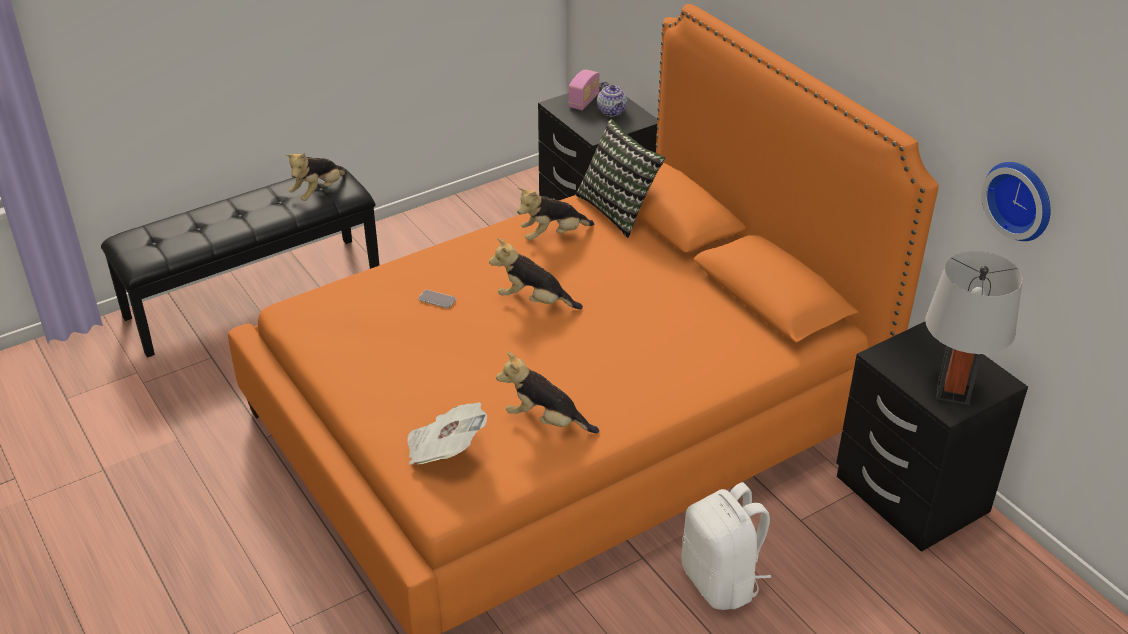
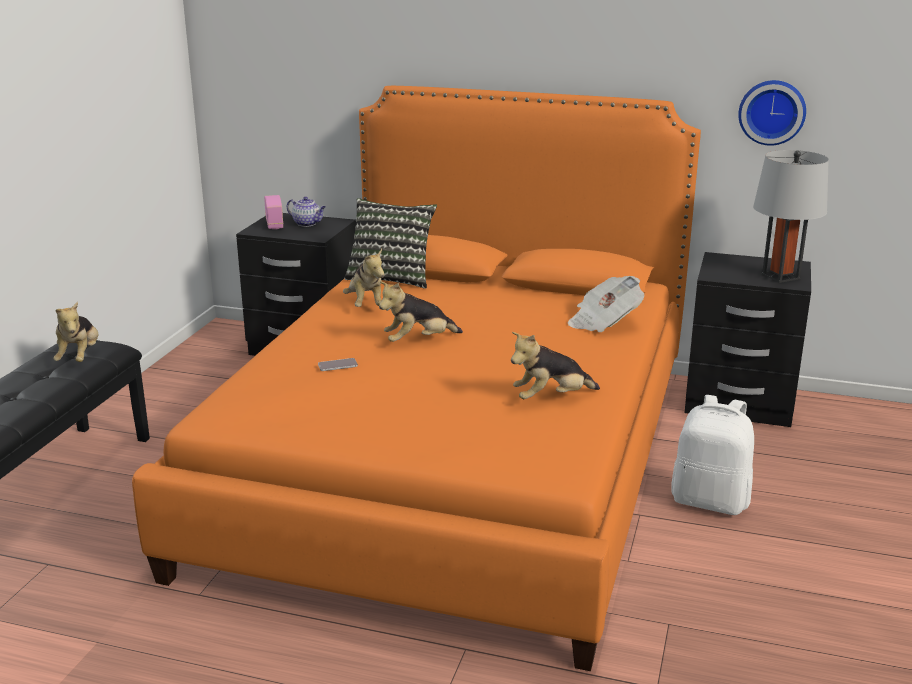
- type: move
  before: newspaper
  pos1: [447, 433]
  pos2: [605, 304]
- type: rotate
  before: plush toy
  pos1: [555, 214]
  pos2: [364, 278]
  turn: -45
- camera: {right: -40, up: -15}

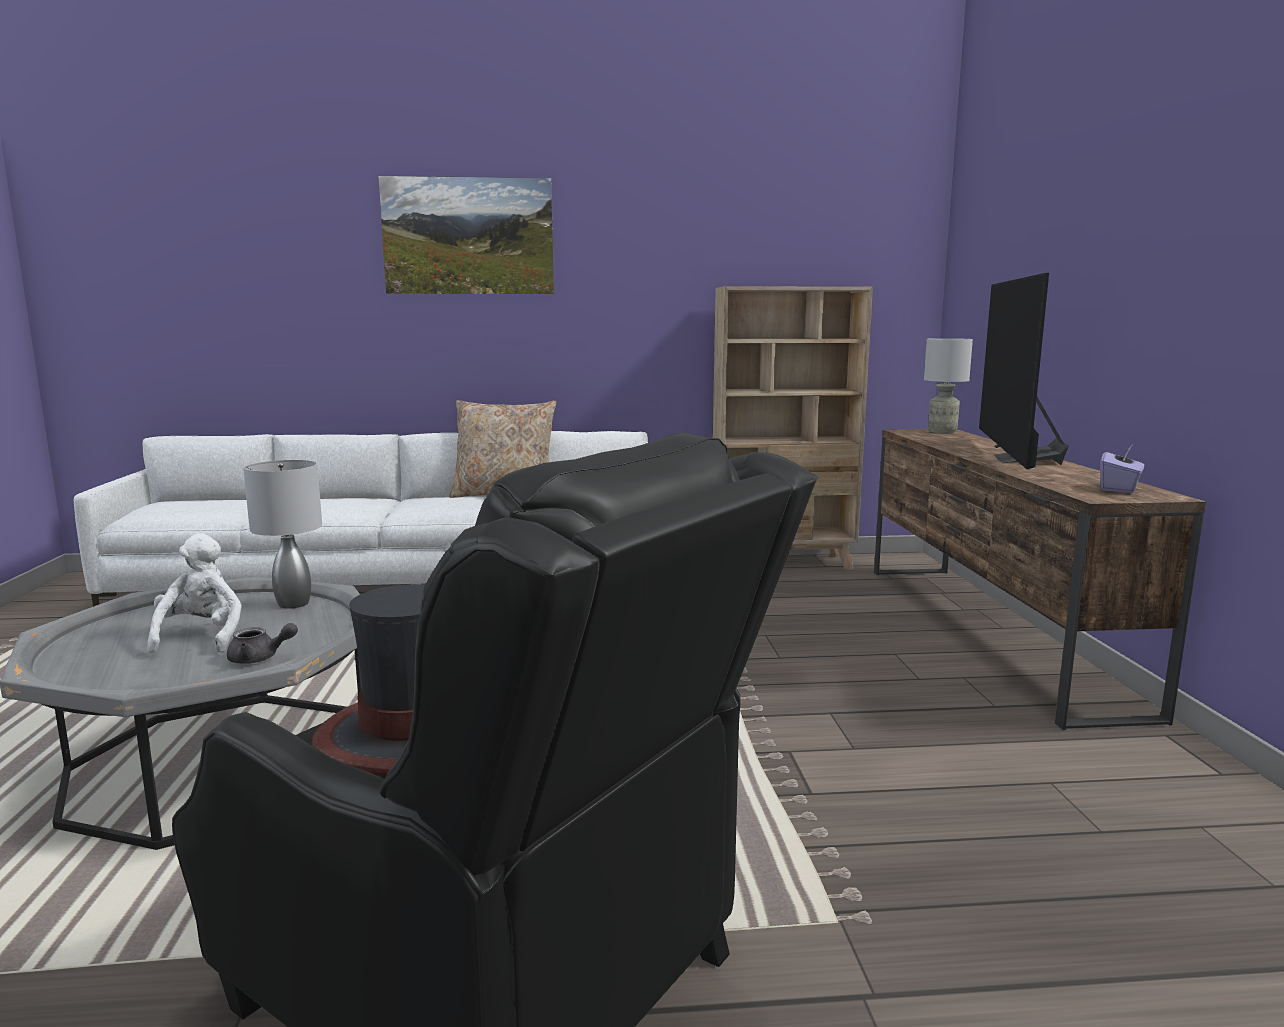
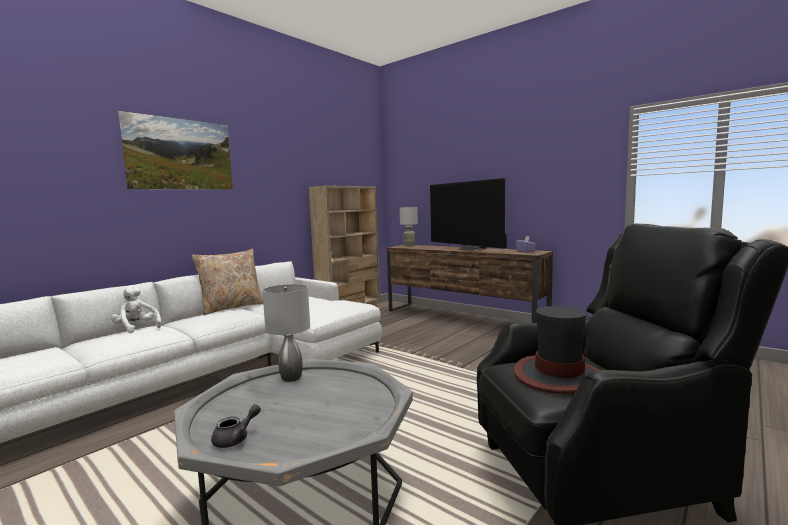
- type: move
  before: plush toy in white
  pos1: [194, 593]
  pos2: [136, 309]
- type: move
  before: teapot in grey
  pos1: [262, 643]
  pos2: [236, 426]
- camera: {right: -45, up: -5}

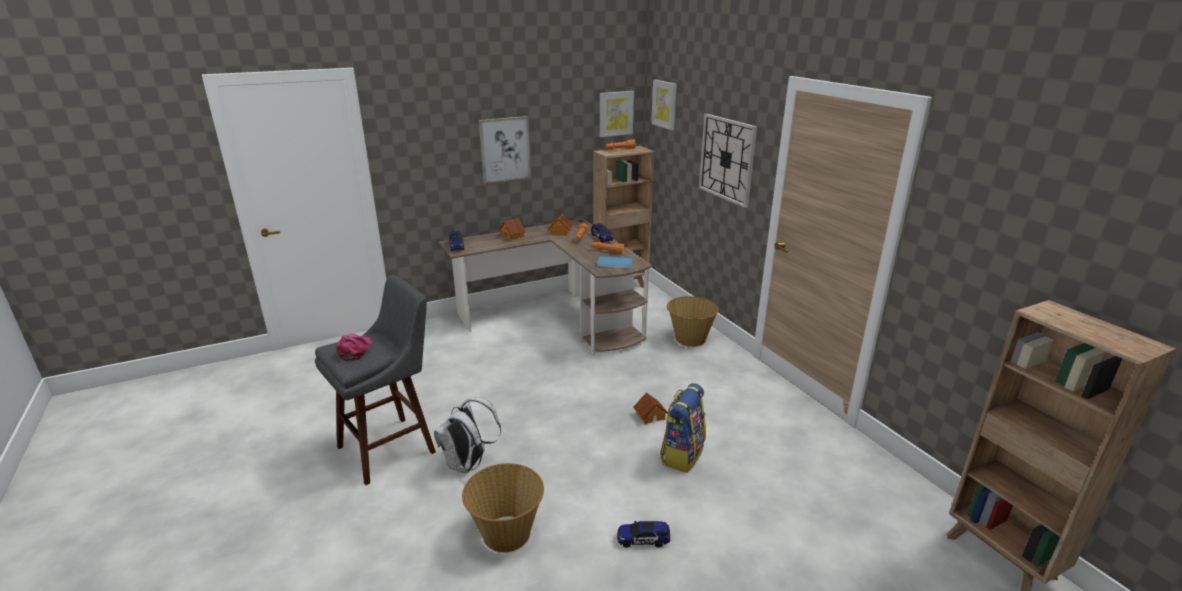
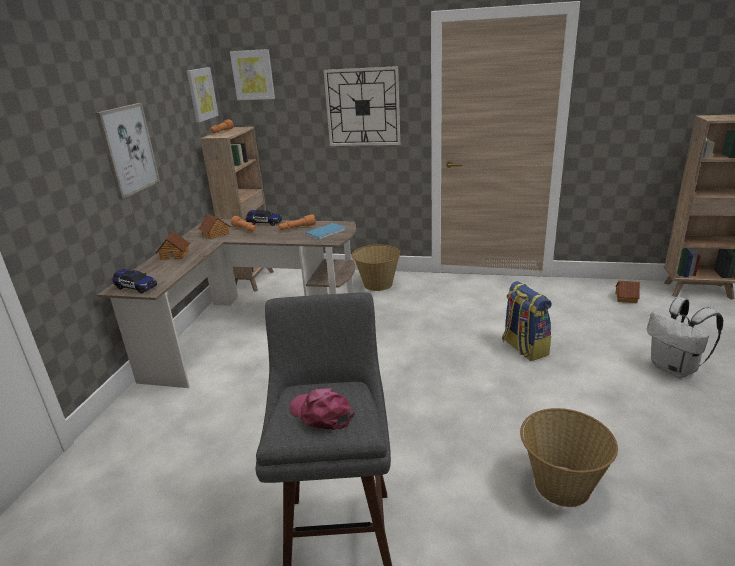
- type: move
  before: backpack in white
  pos1: [467, 435]
  pos2: [685, 337]
- type: delete
  before: toy car
  pos1: [643, 534]
- type: move
  before: toy house
  pos1: [650, 408]
  pos2: [627, 291]
- camera: {right: -50, up: 0}

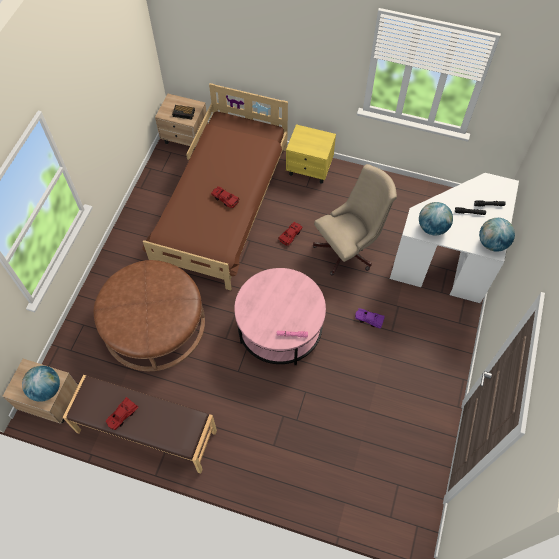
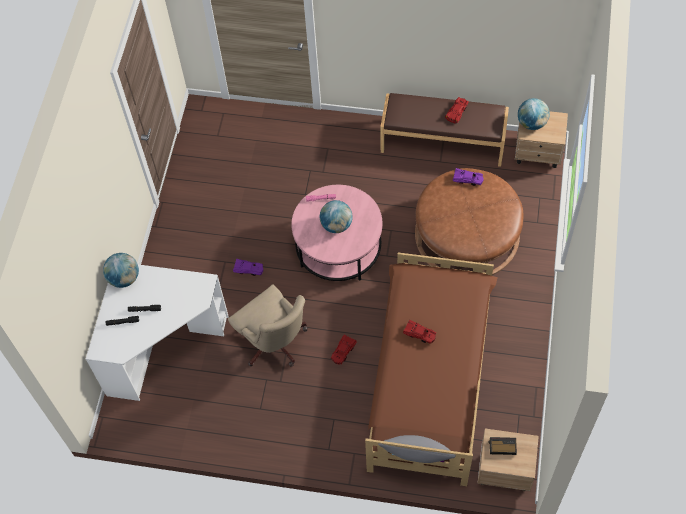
- type: delete
  before: nightstand in yellow
  pos1: [311, 154]
- type: rotate
  before: office chair in beige
  pos1: [355, 219]
  pos2: [268, 325]
  turn: -90
- type: move
  before: globe
  pos1: [436, 218]
  pos2: [336, 216]
- type: insert
  after: pillow in grey
  pos2: [417, 449]
- type: insert
  after: toy car in purple
  pos2: [468, 177]
- camera: {right: 175, up: 0}

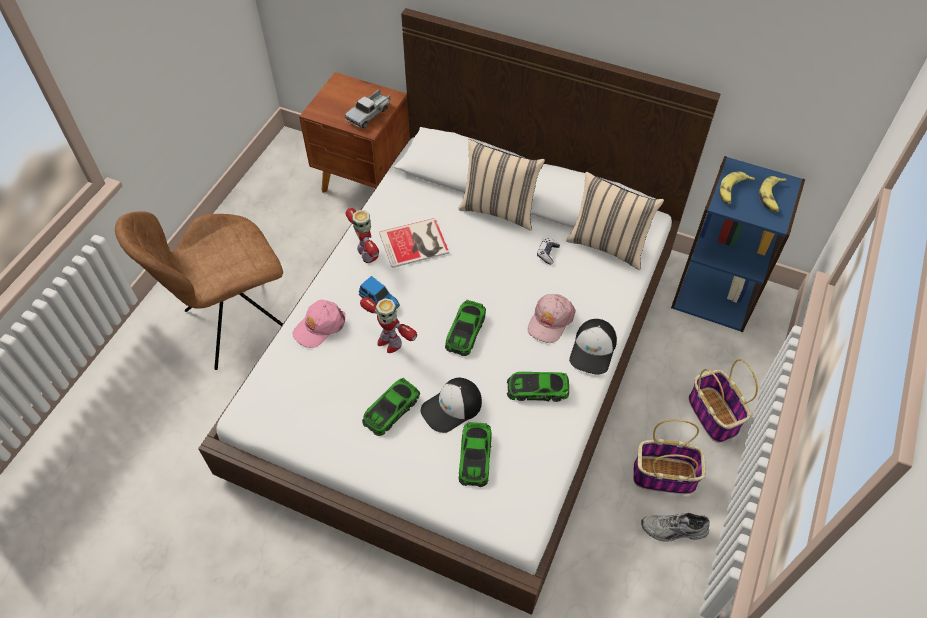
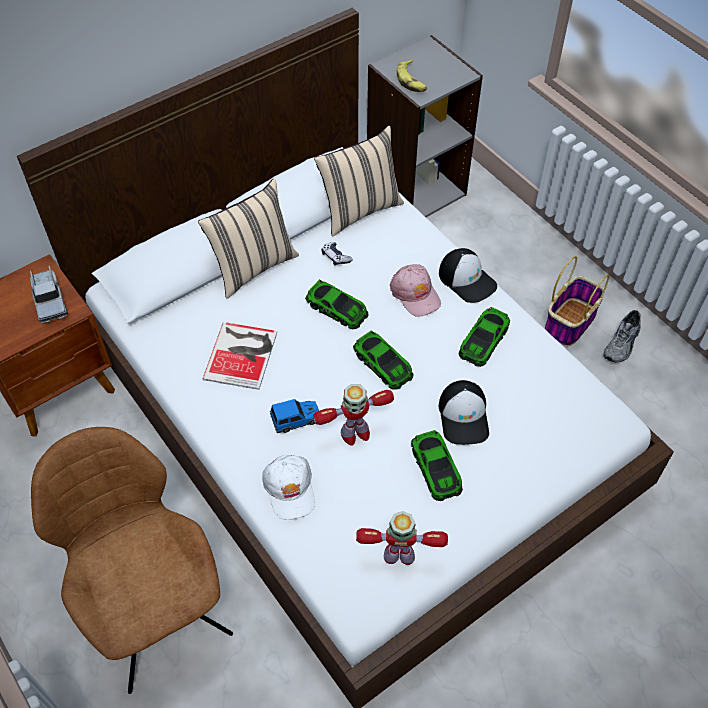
- type: rotate
  before: chair in brown
  pos1: [199, 290]
  pos2: [132, 560]
  turn: 150
- type: recolor
  before: cap in pink
  after: cap in white
  pos1: [318, 324]
  pos2: [288, 487]
- type: move
  before: toy robot
  pos1: [362, 235]
  pos2: [402, 538]
- type: move
  before: toy car
  pos1: [475, 454]
  pos2: [337, 304]
- type: recolor
  before: bookcase in blue
  after: bookcase in grey
  pos1: [738, 244]
  pos2: [425, 126]
- type: delete
  before: basket
  pos1: [723, 401]
- type: delete
  before: banana
  pos1: [773, 194]
- camera: {right: -60, up: 0}

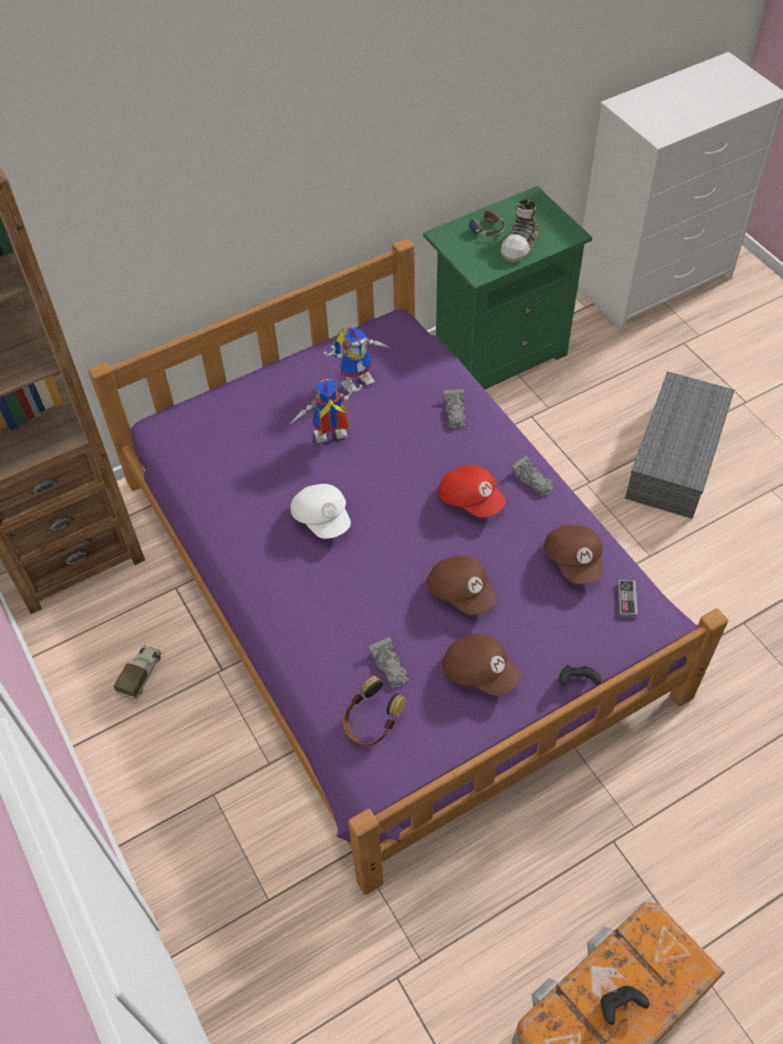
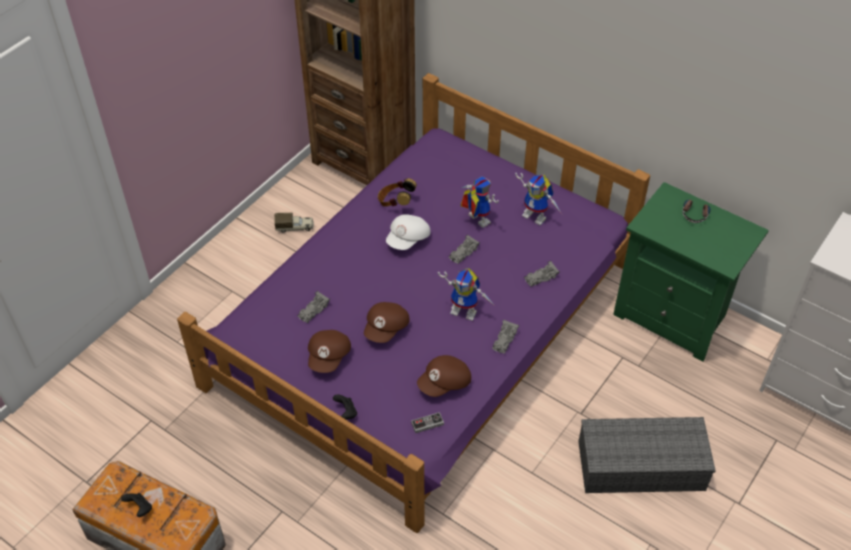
- type: move
  before: headphones
  pos1: [374, 710]
  pos2: [397, 192]
- type: replace
  before: cap in red
  after: toy robot
  pos1: [472, 491]
  pos2: [466, 294]
- type: delete
  before: shoe
  pos1: [519, 231]
- type: insert
  after: toy car in grey
  pos2: [464, 249]
- camera: {right: 65, up: -5}

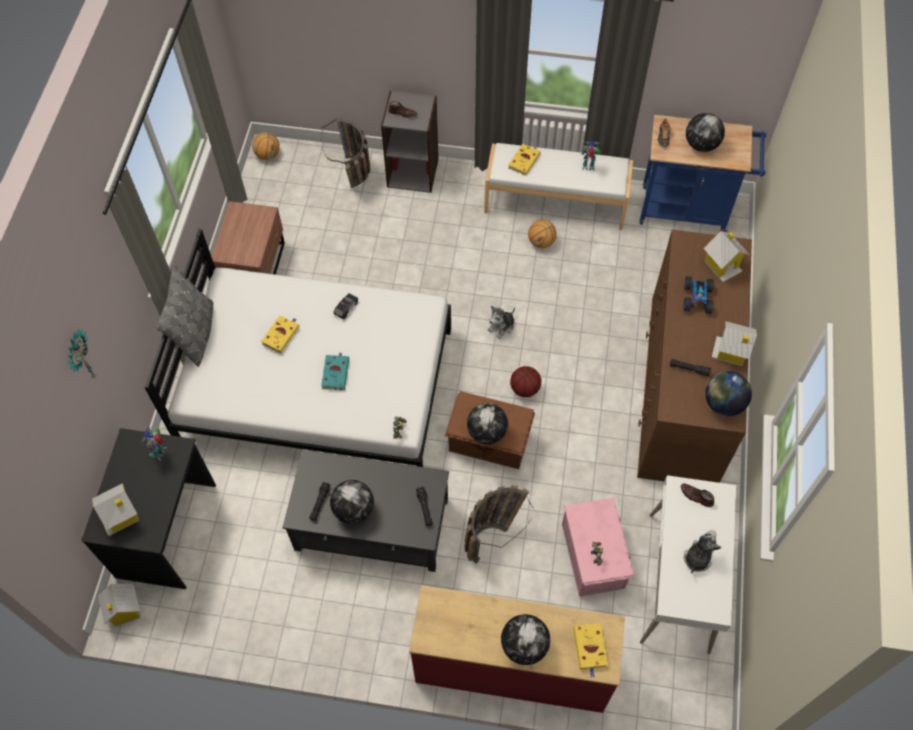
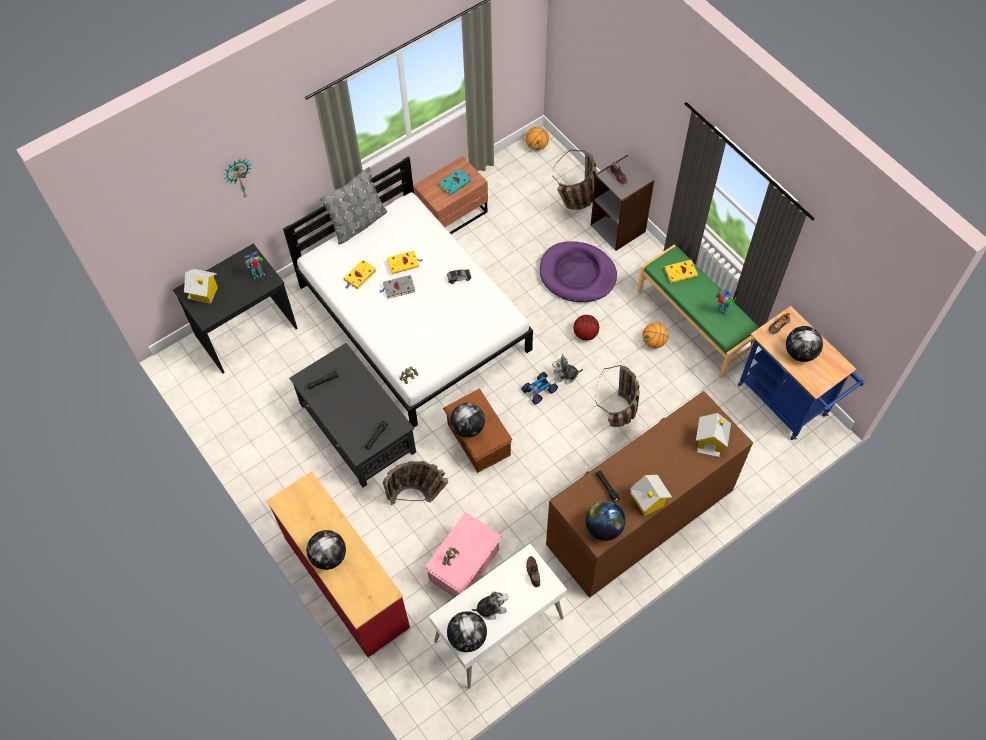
- type: delete
  before: toy house
  pos1: [119, 605]
- type: move
  before: book in turquoise
  pos1: [335, 371]
  pos2: [455, 182]
- type: move
  before: globe
  pos1: [352, 502]
  pos2: [467, 631]
- type: recolor
  before: bench in white
  after: bench in green
  pos1: [558, 186]
  pos2: [698, 311]
- type: move
  before: basketball
  pos1: [525, 381]
  pos2: [586, 328]
- type: move
  before: book in yellow
  pos1: [590, 650]
  pos2: [359, 275]
- type: move
  before: toy car
  pos1: [698, 295]
  pos2: [539, 388]
- type: insert
  after: book in grey
  pos2: [397, 287]
- type: insert
  after: dog bed in purple
  pos2: [578, 271]
- type: insert
  after: basket
  pos2: [617, 396]
- camera: {right: 45, up: 0}

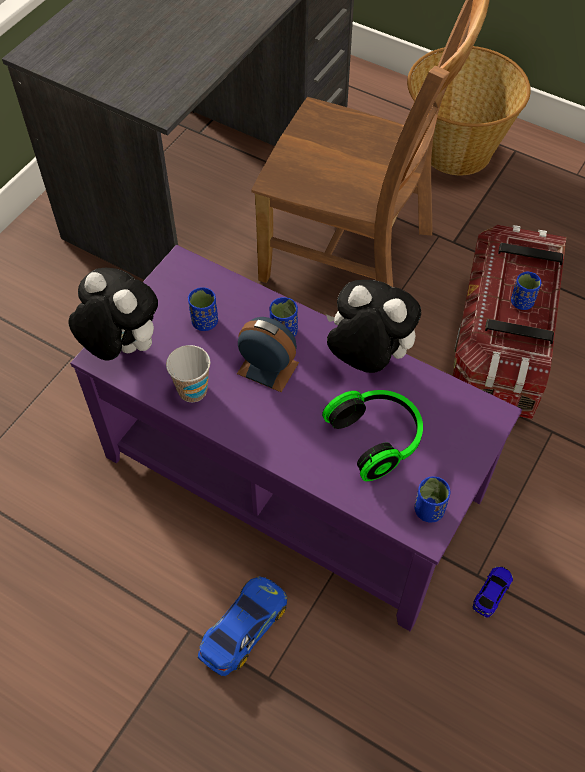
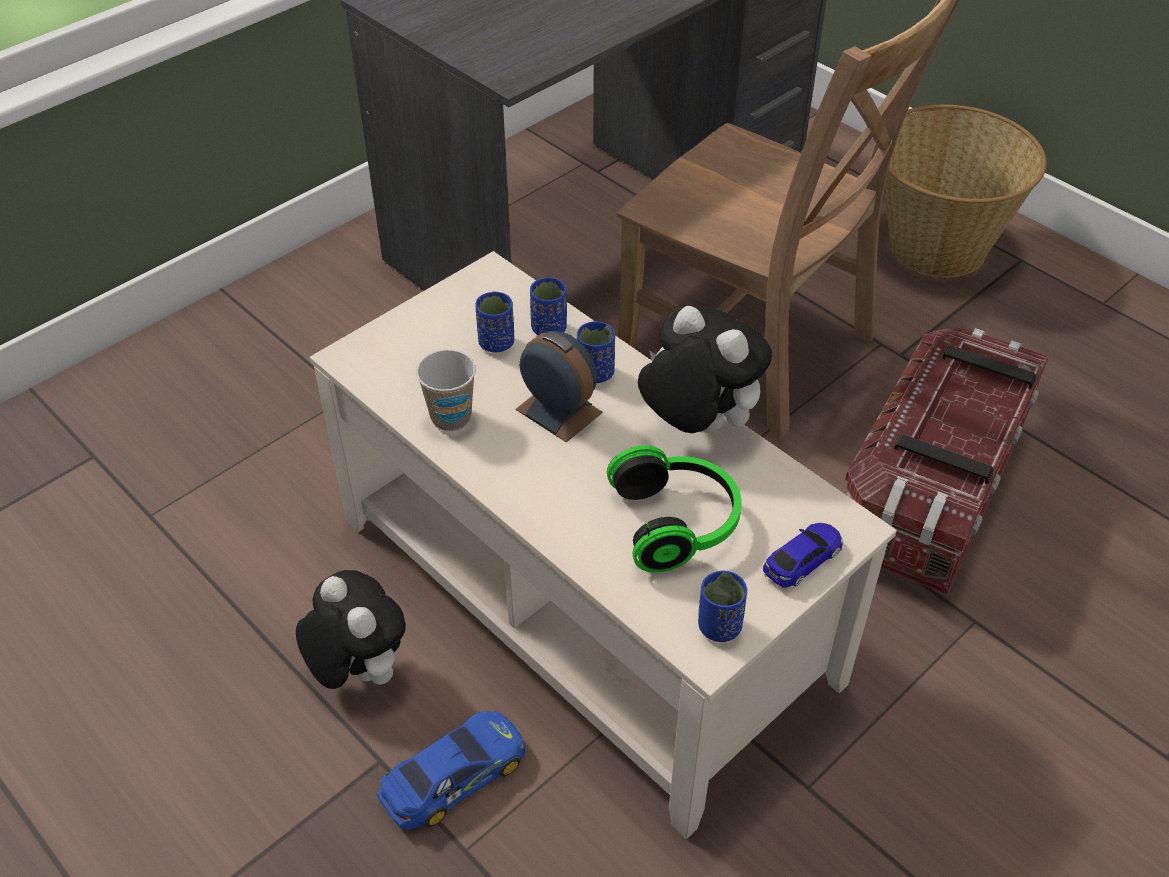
- type: move
  before: plush toy
  pos1: [113, 314]
  pos2: [351, 629]
- type: recolor
  before: coffee table in purple
  after: coffee table in beige
  pos1: [296, 438]
  pos2: [603, 545]
- type: move
  before: toy car
  pos1: [493, 592]
  pos2: [803, 555]
- type: move
  before: cup in blue
  pos1: [526, 291]
  pos2: [548, 306]
- camera: {right: 15, up: -10}

